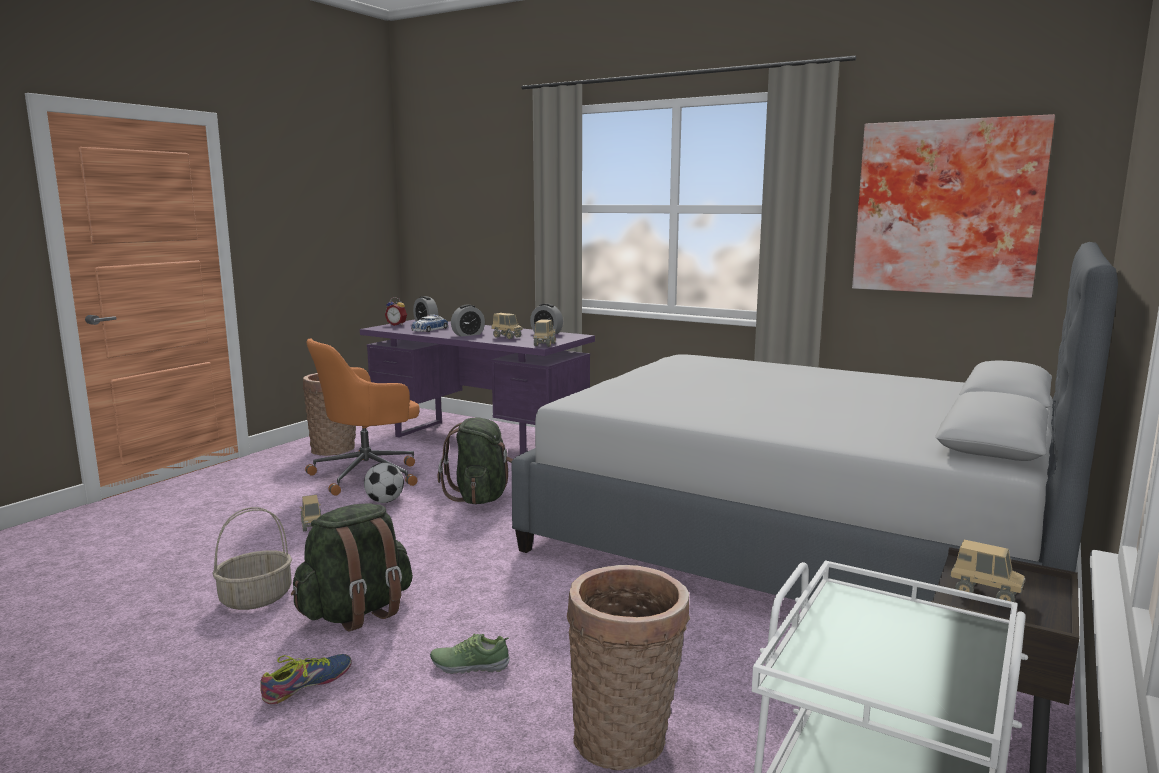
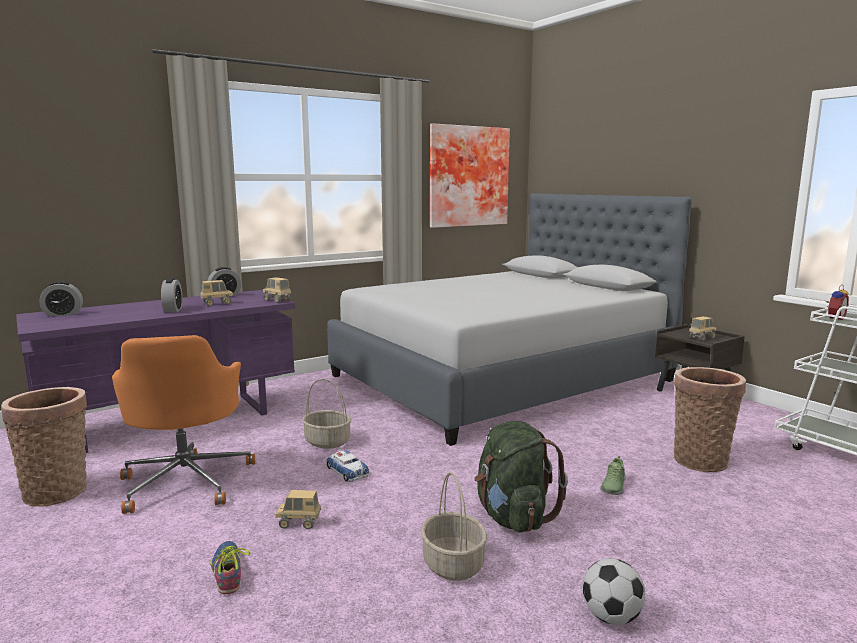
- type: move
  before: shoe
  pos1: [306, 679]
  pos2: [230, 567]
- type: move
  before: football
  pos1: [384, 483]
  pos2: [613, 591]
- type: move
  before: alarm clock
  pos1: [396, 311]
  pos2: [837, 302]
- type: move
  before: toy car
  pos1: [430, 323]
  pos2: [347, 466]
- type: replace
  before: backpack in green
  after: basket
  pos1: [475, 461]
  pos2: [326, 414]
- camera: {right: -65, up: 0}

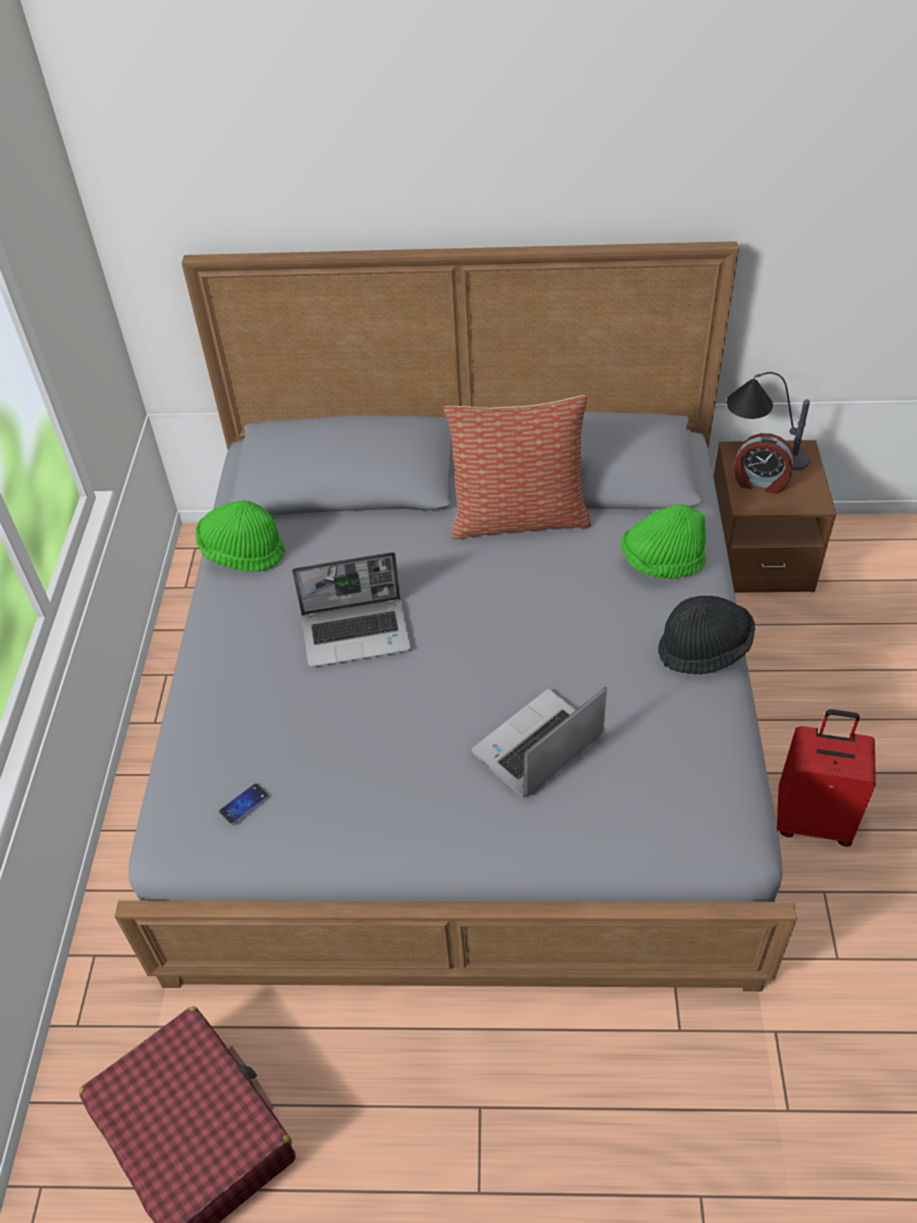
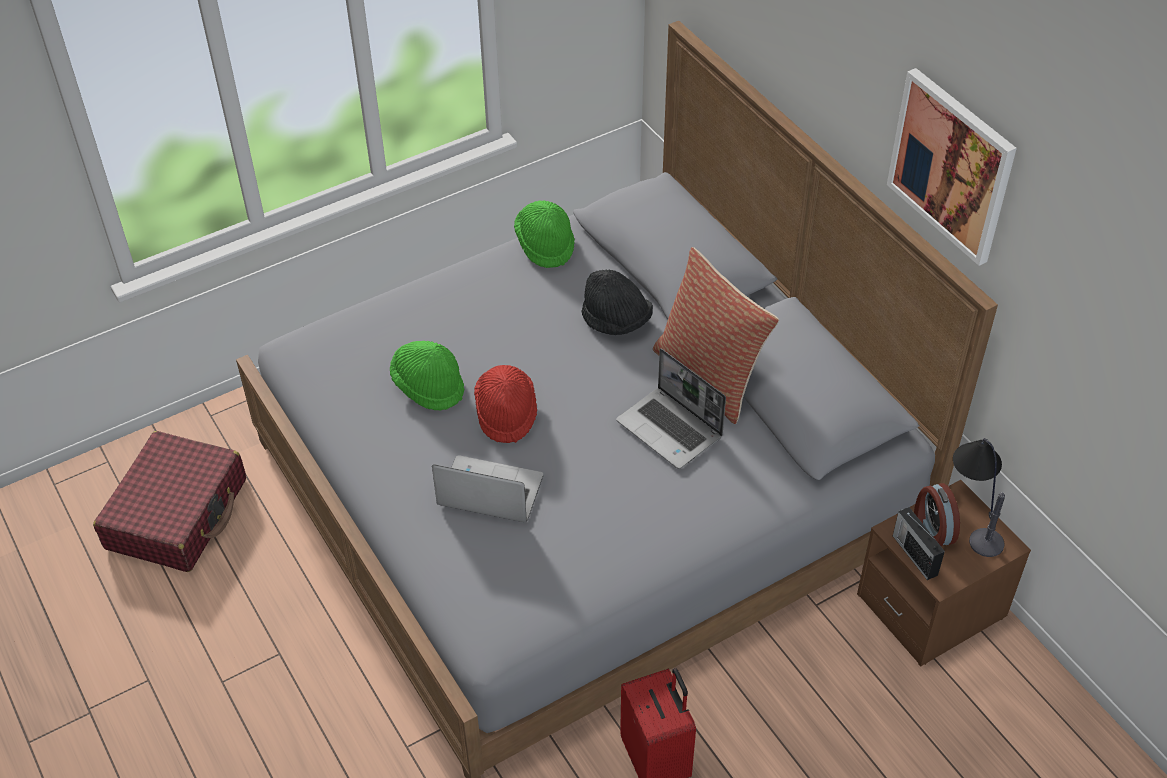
- type: delete
  before: phone
  pos1: [243, 804]
- type: move
  before: laptop
  pos1: [351, 609]
  pos2: [671, 409]
- type: move
  before: hat in green
  pos1: [663, 541]
  pos2: [427, 375]
- type: move
  before: hat in black
  pos1: [706, 635]
  pos2: [617, 302]
- type: insert
  after: hat in red
  pos2: [505, 404]
- type: insert
  after: picture
  pos2: [952, 167]
- type: insert
  after: radio
  pos2: [919, 543]
- camera: {right: 55, up: 0}

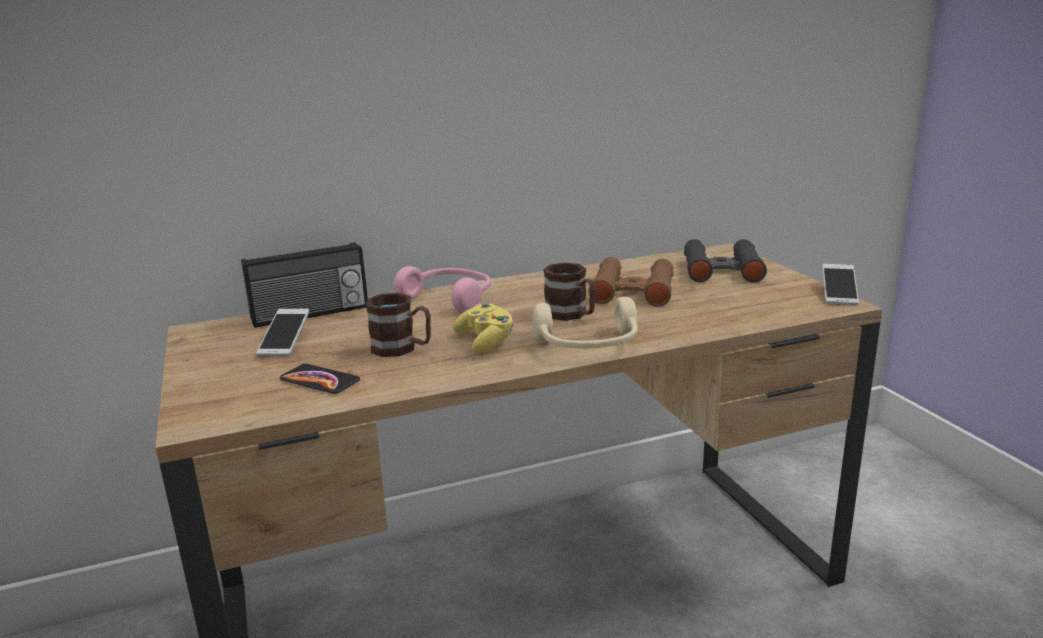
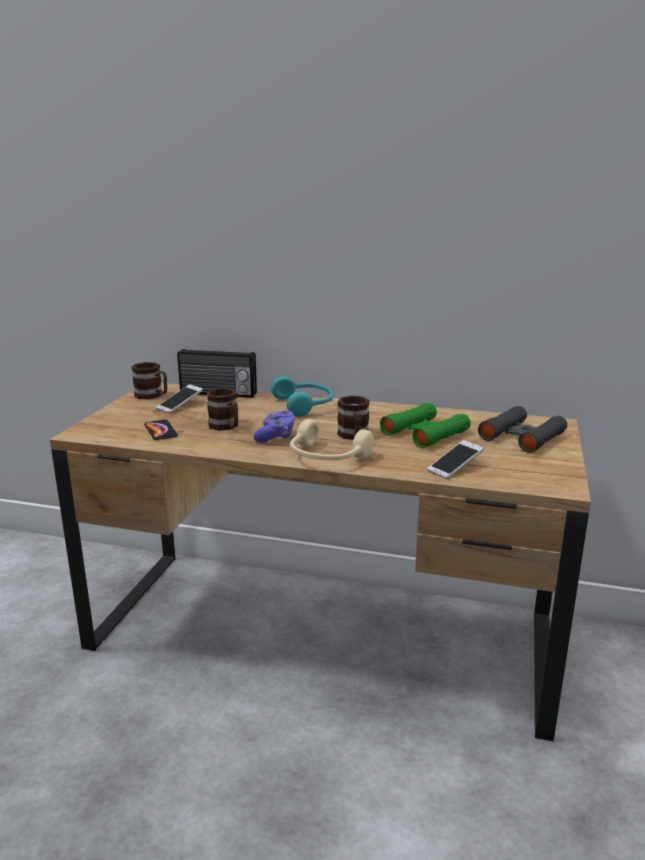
- type: recolor
  before: headphones in pink
  after: headphones in turquoise
  pos1: [442, 289]
  pos2: [302, 396]
- type: recolor
  before: game controller in yellow
  after: game controller in purple
  pos1: [483, 327]
  pos2: [274, 426]
- type: recolor
  before: binoculars in brown
  after: binoculars in green
  pos1: [631, 282]
  pos2: [425, 425]
- type: move
  before: phone
  pos1: [840, 285]
  pos2: [455, 459]
- type: insert
  after: mug in brown
  pos2: [149, 380]
- camera: {right: 35, up: 0}

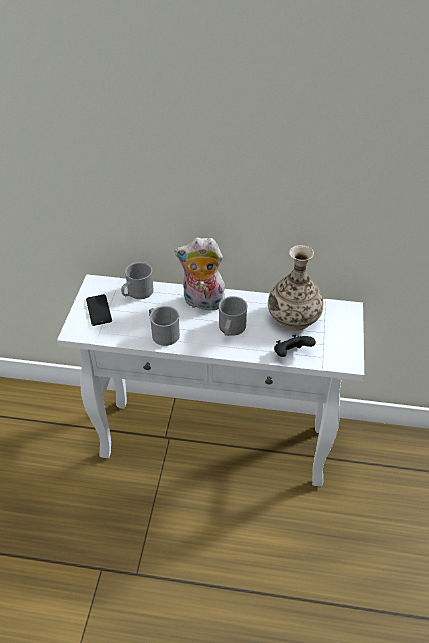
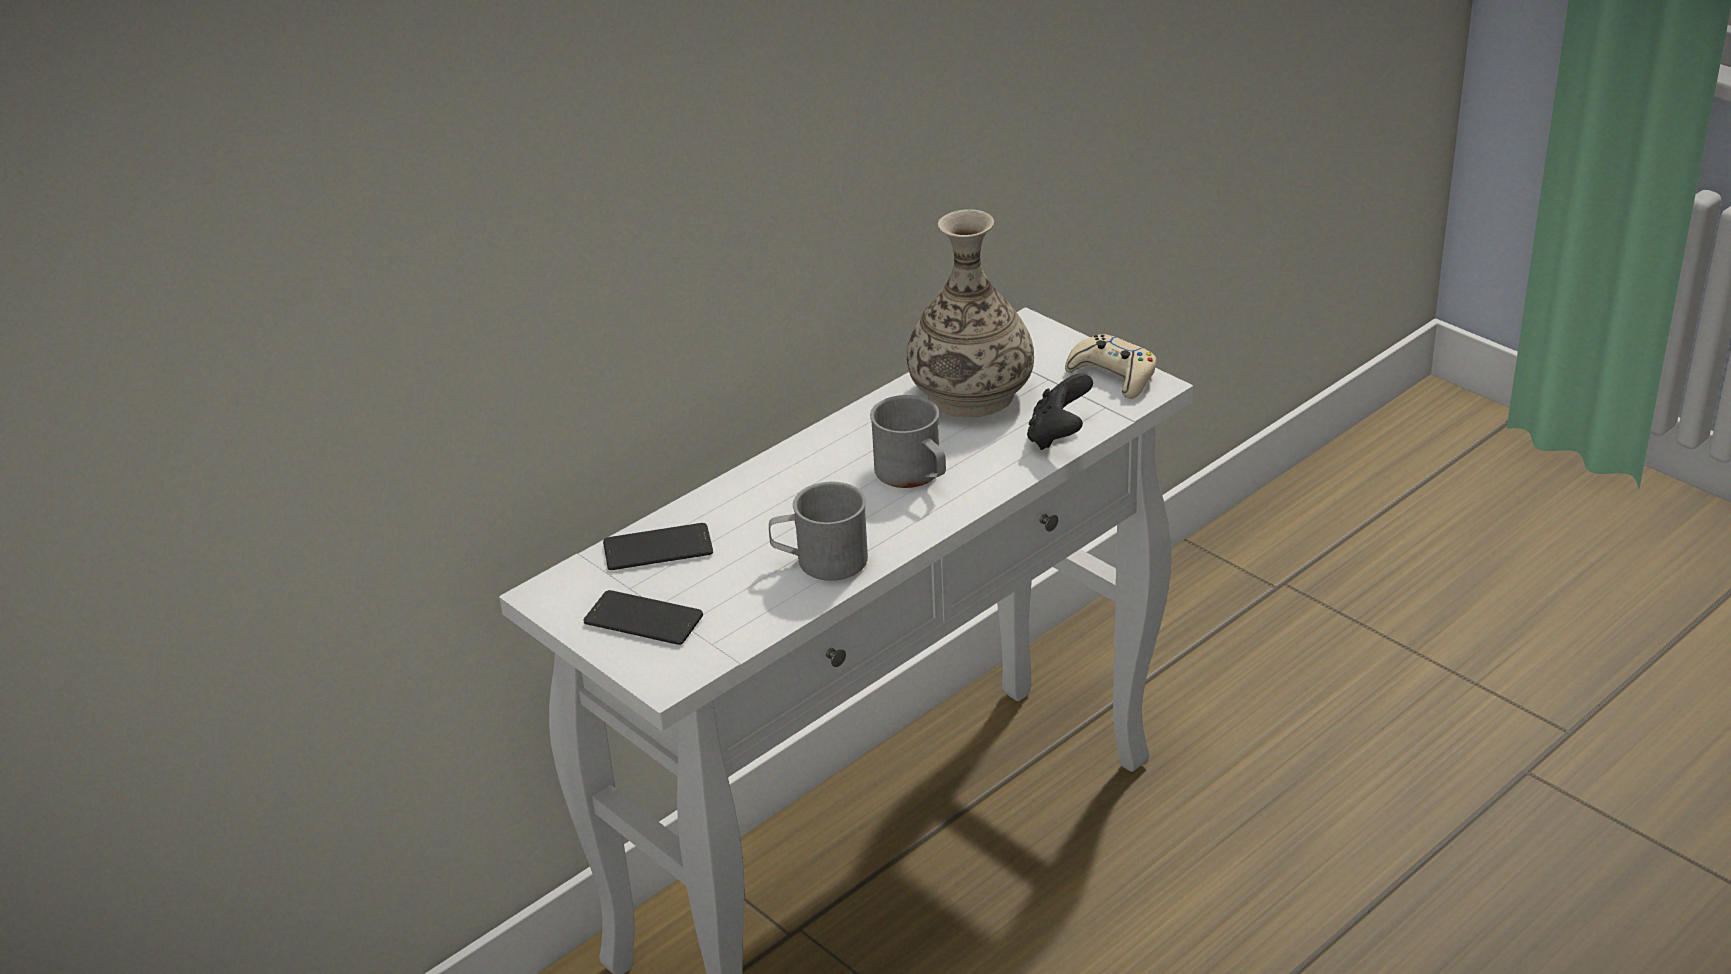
- type: replace
  before: mug in grey
  after: phone
  pos1: [137, 280]
  pos2: [658, 546]
- type: delete
  before: plush toy
  pos1: [199, 274]
- type: insert
  after: game controller in beige
  pos2: [1111, 366]
- camera: {right: -50, up: -10}

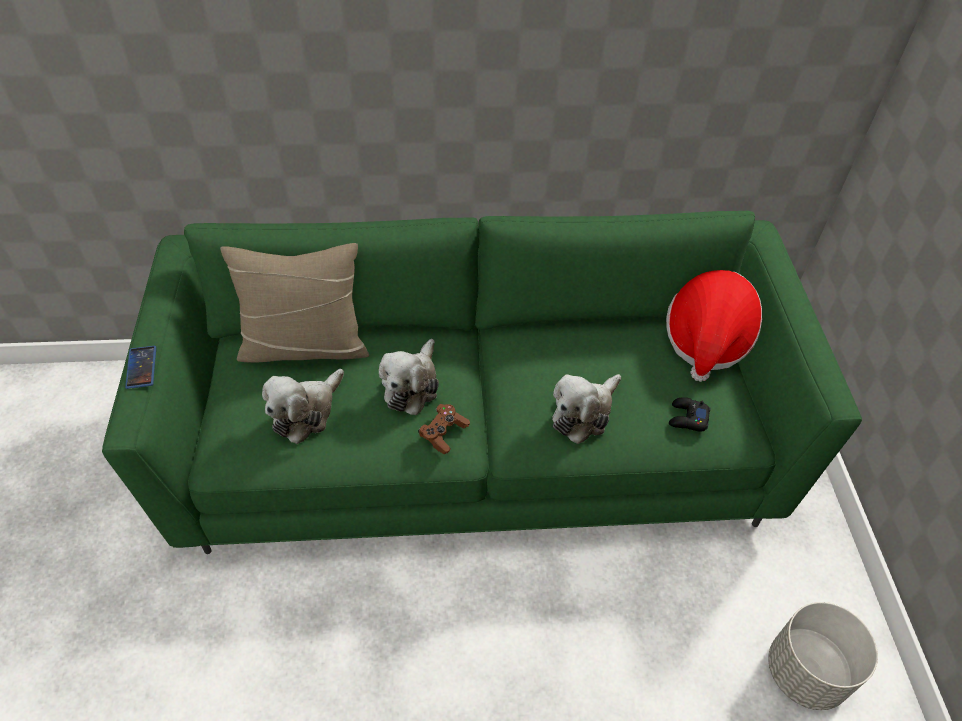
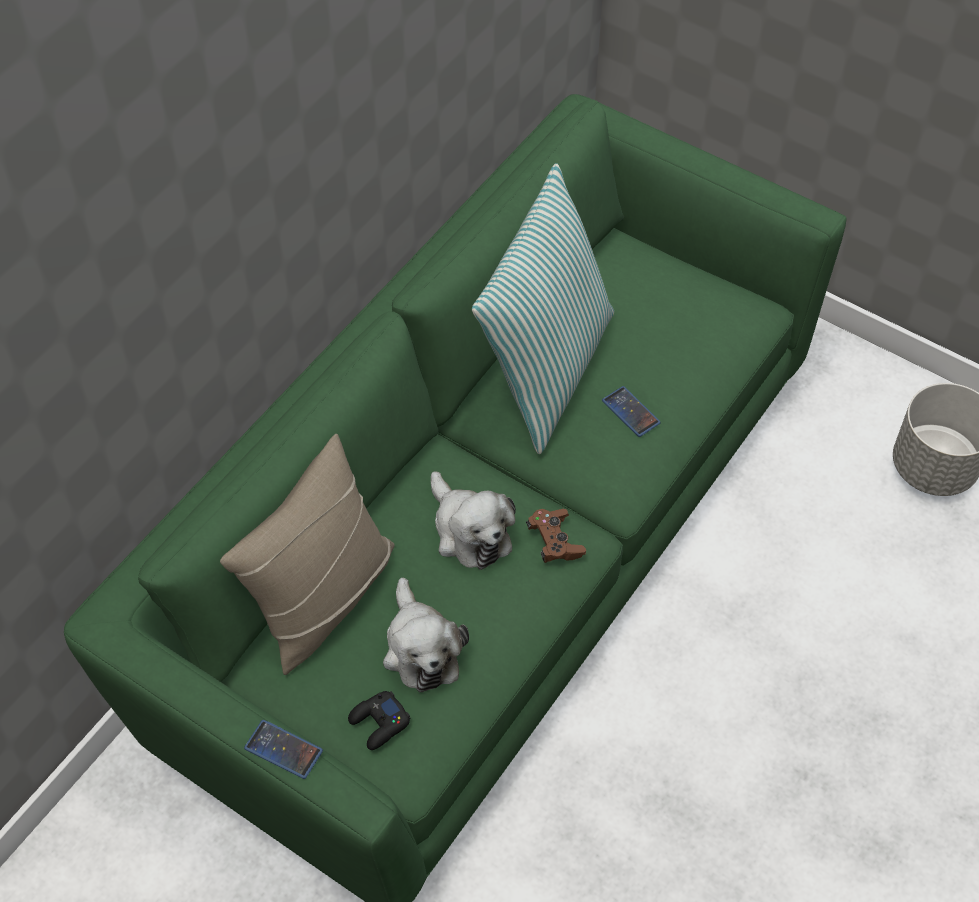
- type: replace
  before: plush toy
  after: phone
  pos1: [586, 409]
  pos2: [631, 411]
- type: delete
  before: hat
  pos1: [714, 326]
- type: move
  before: game controller in black
  pos1: [689, 414]
  pos2: [379, 720]
- type: insert
  after: pillow
  pos2: [543, 308]
- camera: {right: -50, up: 5}

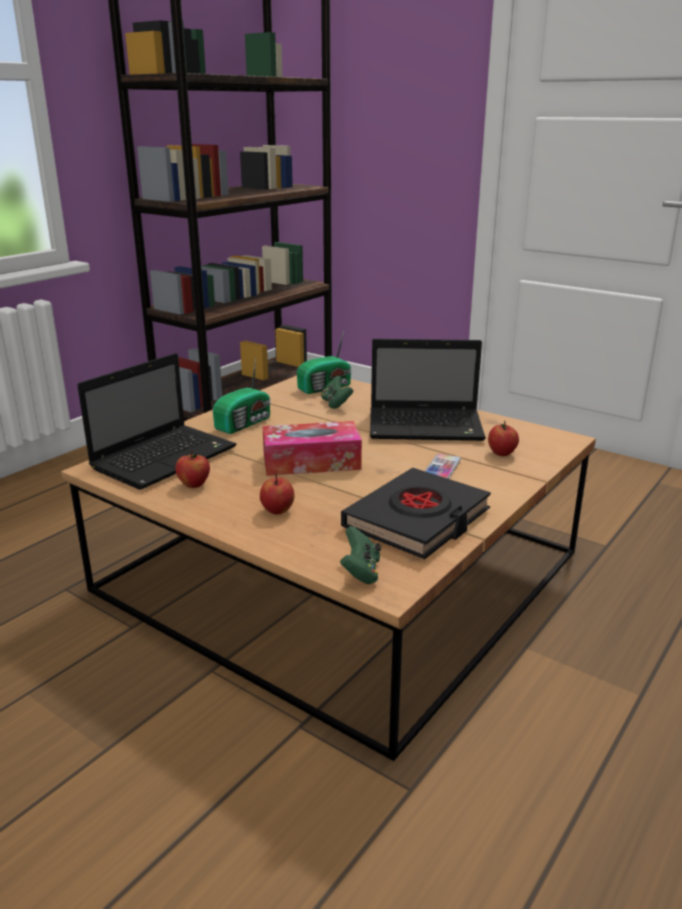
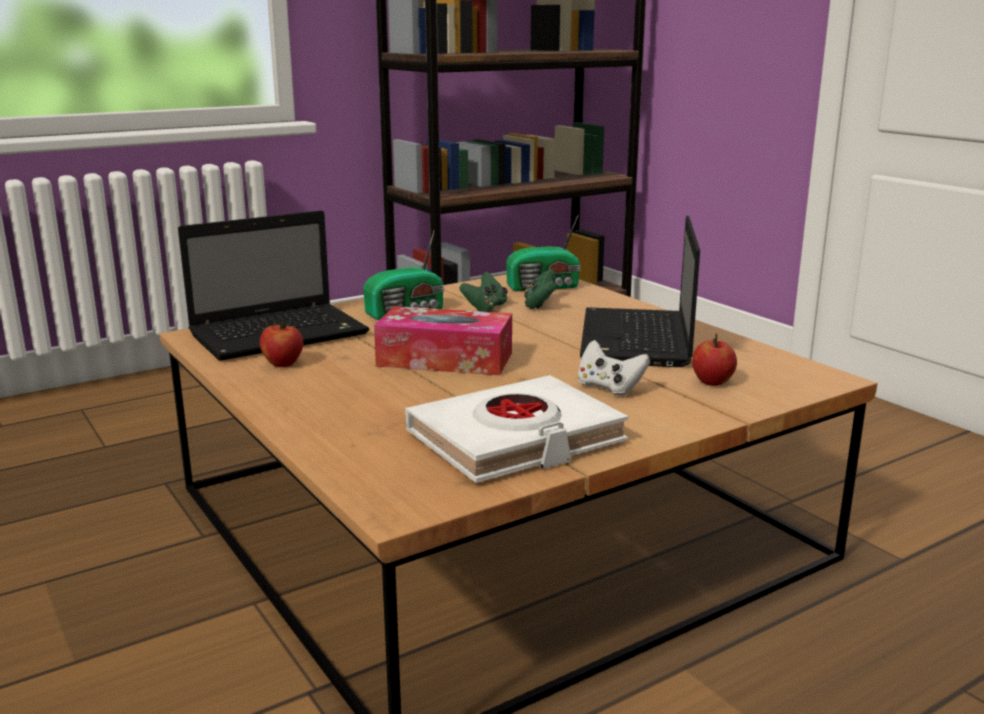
- type: delete
  before: apple
  pos1: [277, 494]
- type: move
  before: game controller in green
  pos1: [360, 555]
  pos2: [483, 291]
- type: recolor
  before: book in black
  after: book in white
  pos1: [416, 513]
  pos2: [516, 429]
- type: rotate
  before: laptop
  pos1: [428, 390]
  pos2: [640, 291]
  turn: 75
- type: replace
  before: phone
  after: game controller in white
  pos1: [443, 466]
  pos2: [614, 368]
- camera: {right: 20, up: -5}

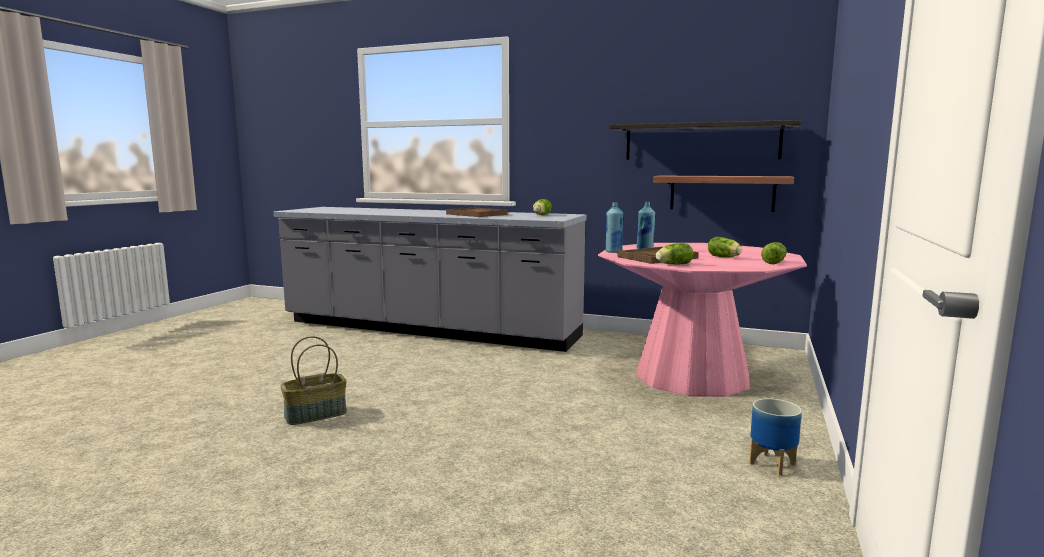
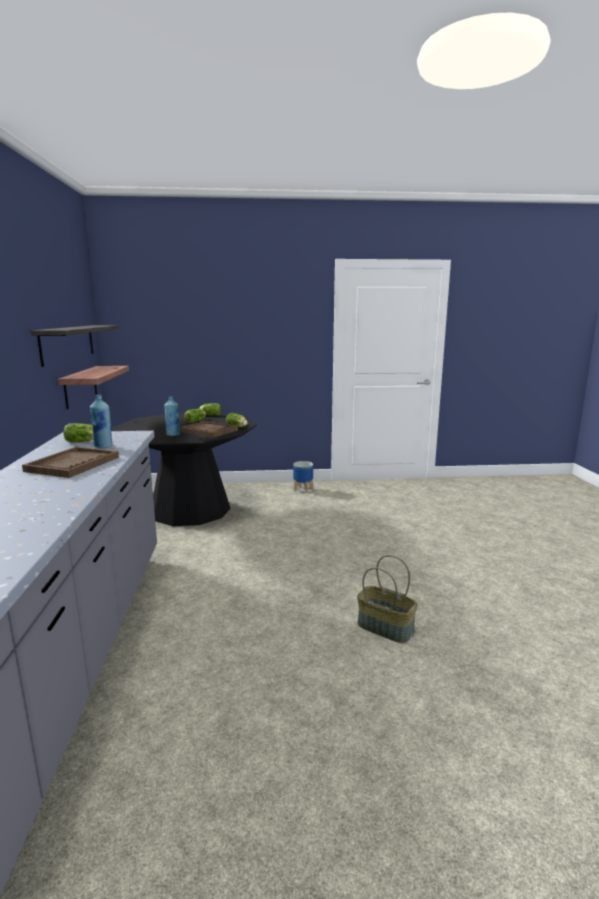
- type: recolor
  before: dining table in pink
  after: dining table in black
  pos1: [702, 320]
  pos2: [184, 469]
- type: move
  before: bottle in blue
  pos1: [614, 227]
  pos2: [101, 422]
- camera: {right: -115, up: 5}

